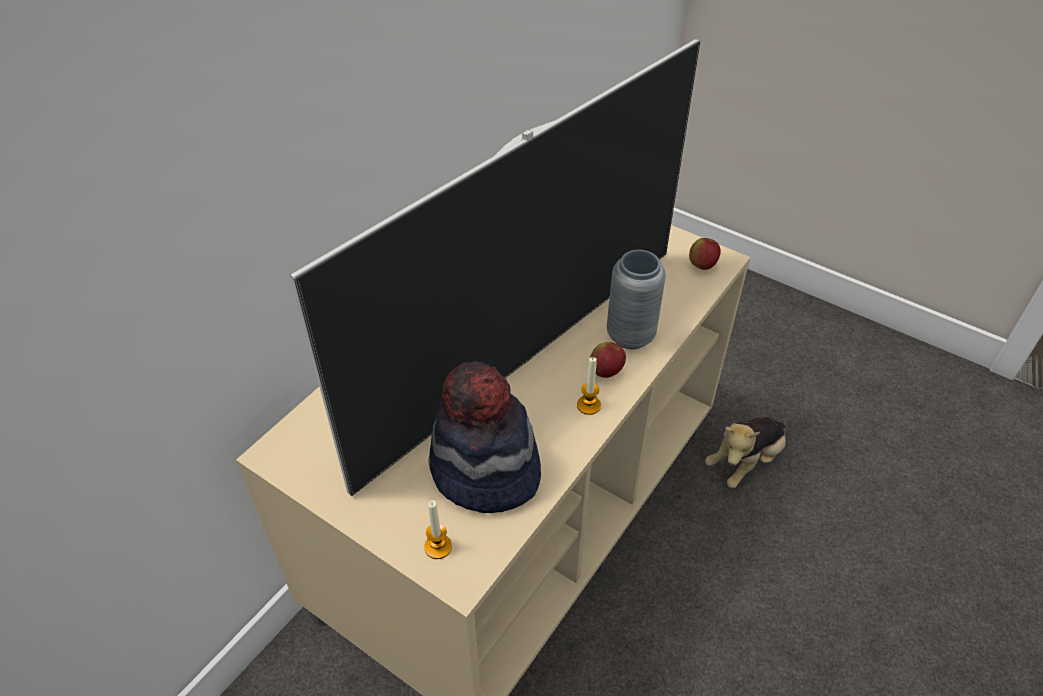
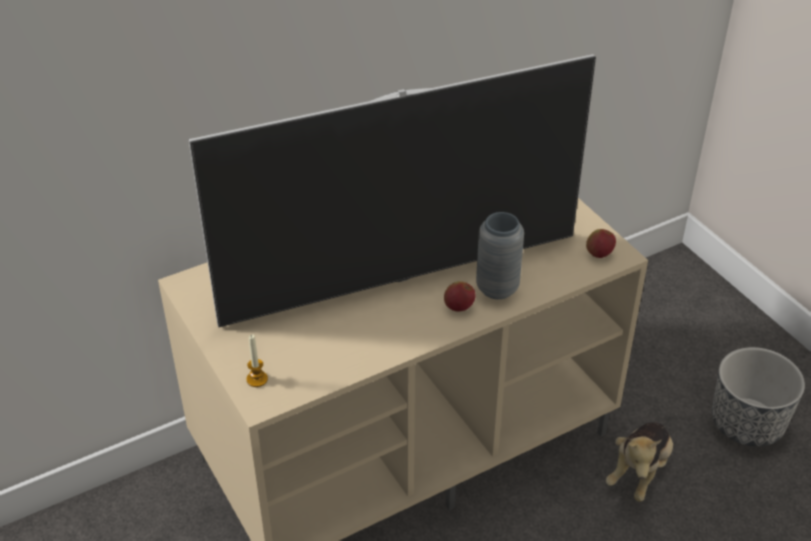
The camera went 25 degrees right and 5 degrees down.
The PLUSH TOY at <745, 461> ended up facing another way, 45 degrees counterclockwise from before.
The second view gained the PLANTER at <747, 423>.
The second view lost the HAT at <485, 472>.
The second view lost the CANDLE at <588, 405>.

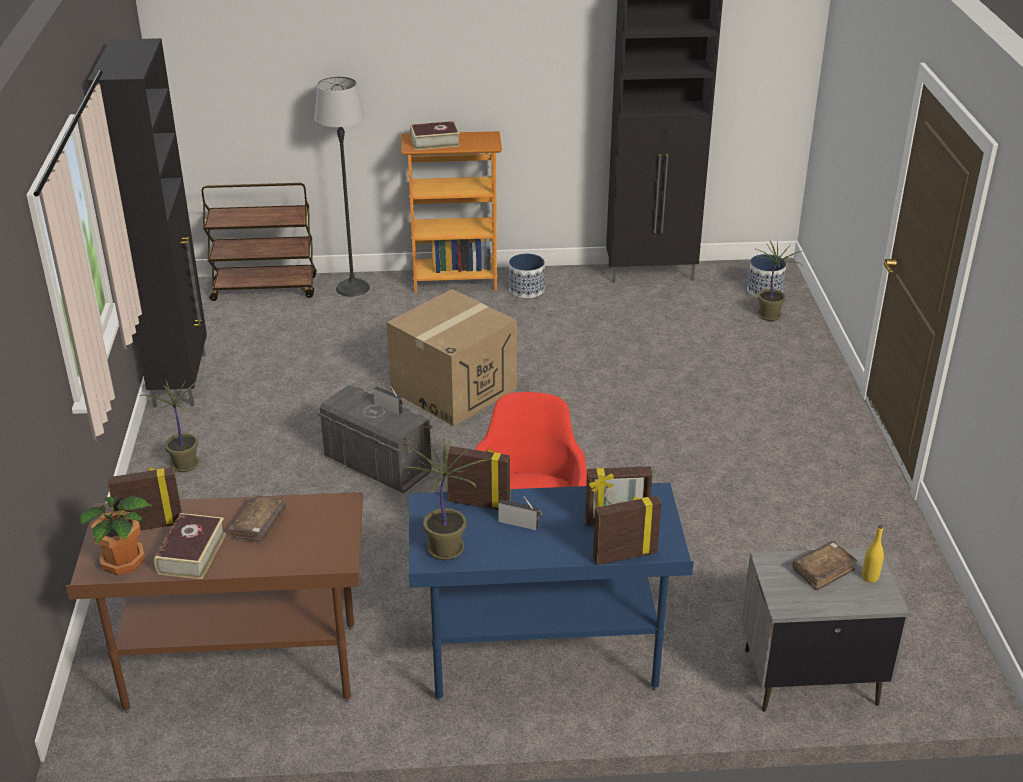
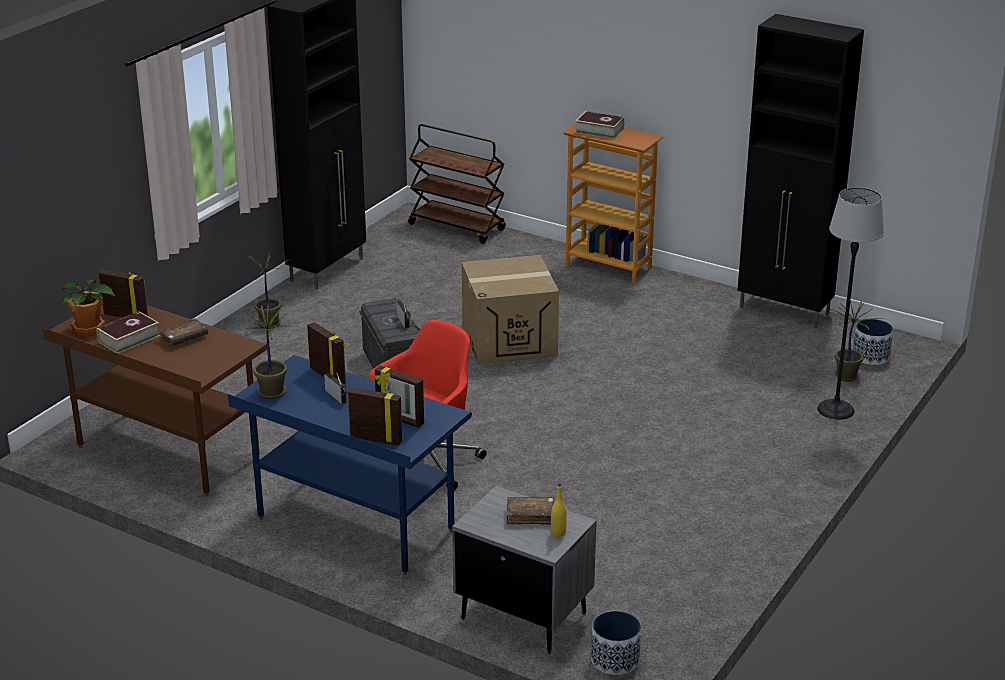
The camera went 35 degrees right and 5 degrees down.
The PLANTER ended up elsewhere, having gone from <526, 290> to <615, 660>.
The FLOOR LAMP ended up elsewhere, having gone from <353, 288> to <836, 410>.

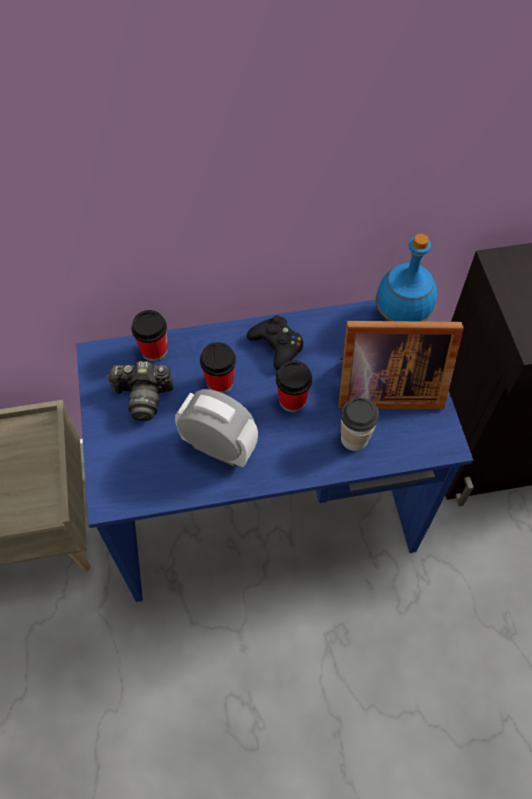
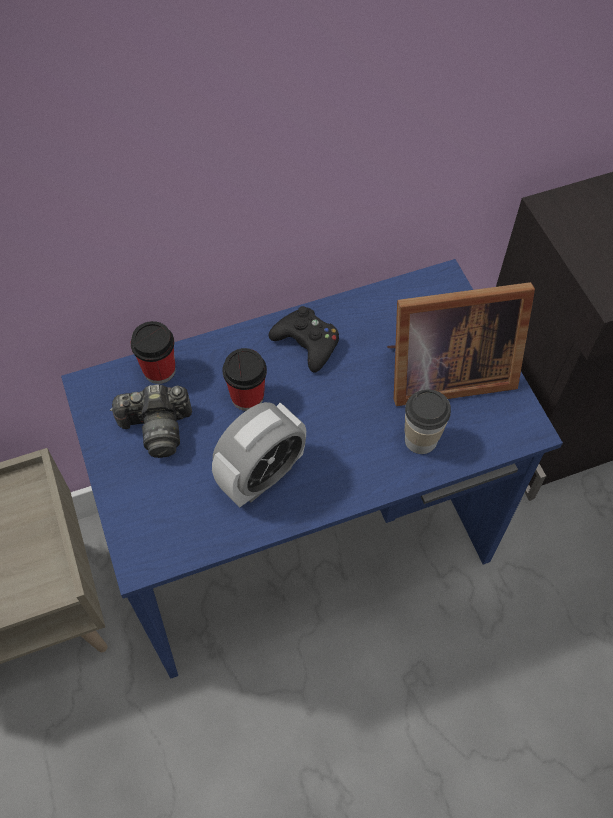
The camera went 10 degrees left and 0 degrees up.
The ALARM CLOCK at <218, 448> ended up facing another way, 120 degrees clockwise from before.
The second view lost the CUP at <292, 400>.
The second view lost the BLUE BOTTLE at <401, 318>.

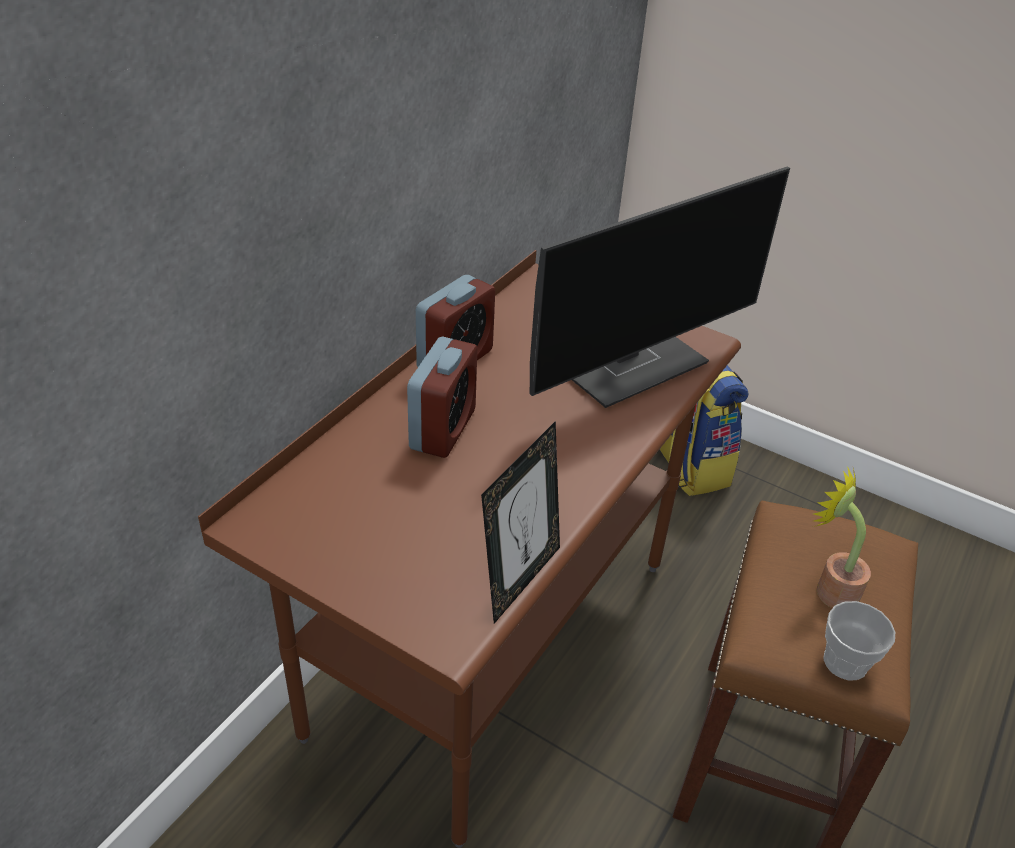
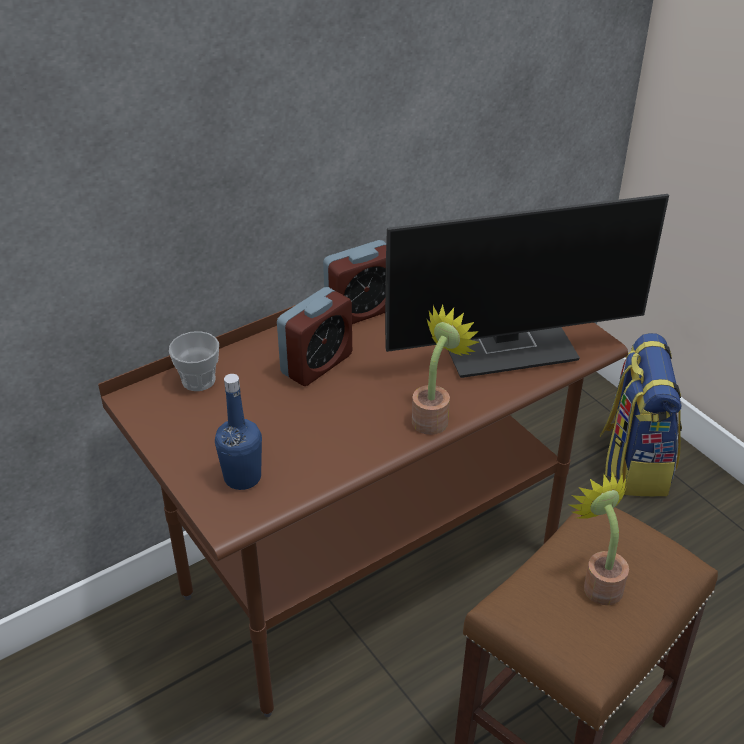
The camera went 25 degrees right and 0 degrees up.
The CUP ended up elsewhere, having gone from <845, 662> to <198, 380>.
The second view gained the BLUE BOTTLE at <242, 477>.
The second view gained the POTTED PLANT at <434, 417>.
The second view lost the PICTURE FRAME at <519, 579>.

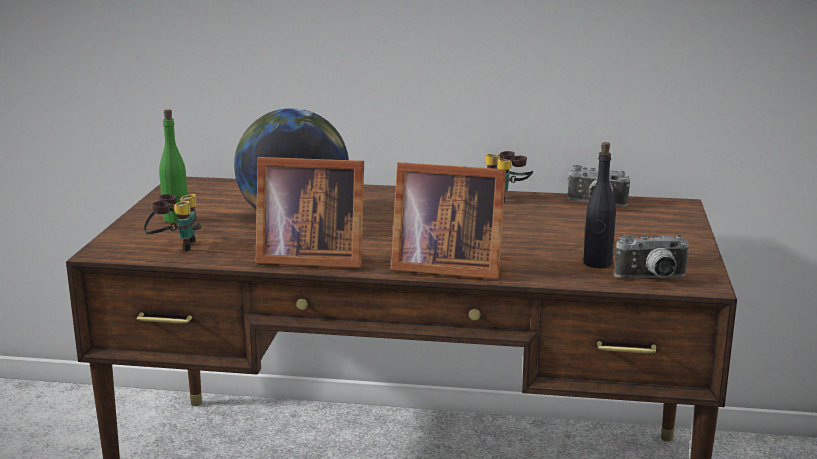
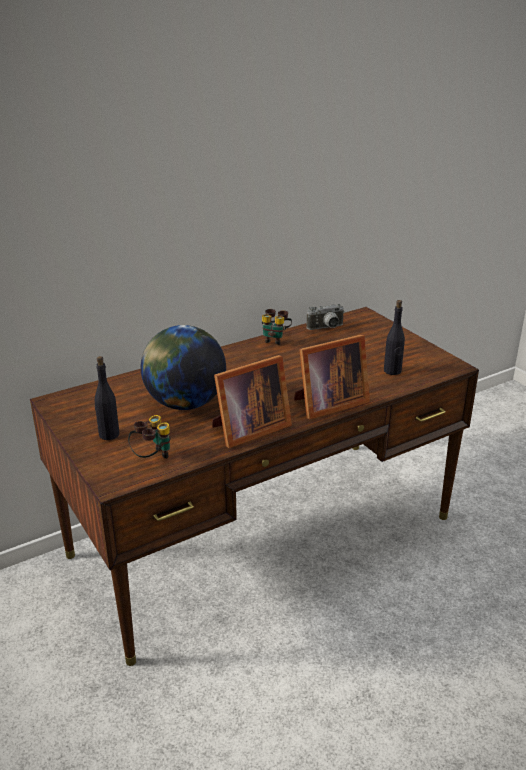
The camera went 40 degrees left and 10 degrees up.
What was the GREEN BOTTLE at <176, 218> turned into the BLACK BOTTLE at <109, 434>.
The second view lost the PHOTO CAMERA at <652, 279>.

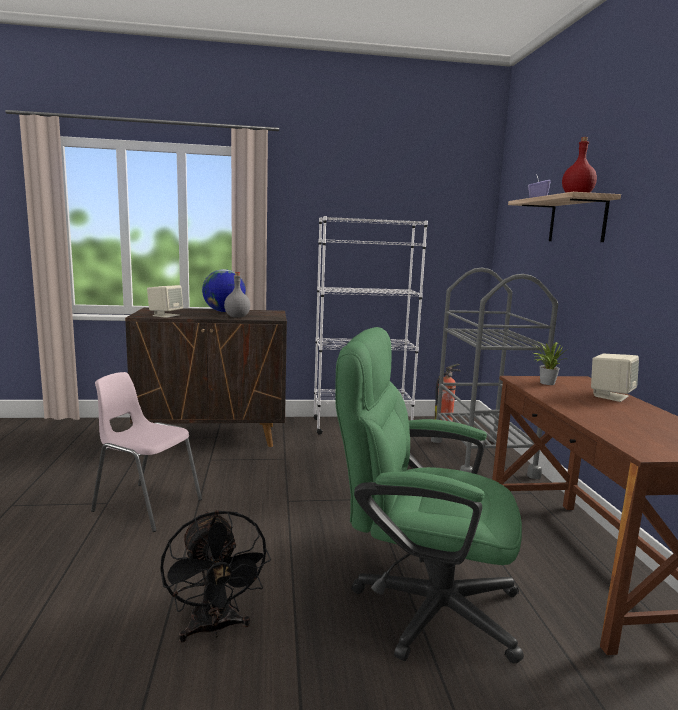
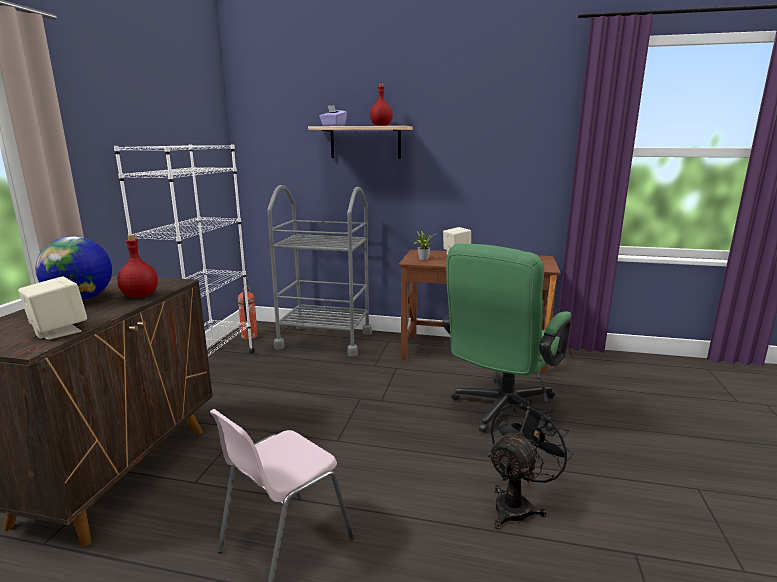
The camera went 70 degrees left and 5 degrees up.
What was the GREY BOTTLE at <237, 317> turned into the RED BOTTLE at <141, 296>.
The BLACK FAN at <214, 628> ended up facing another way, 45 degrees counterclockwise from before.

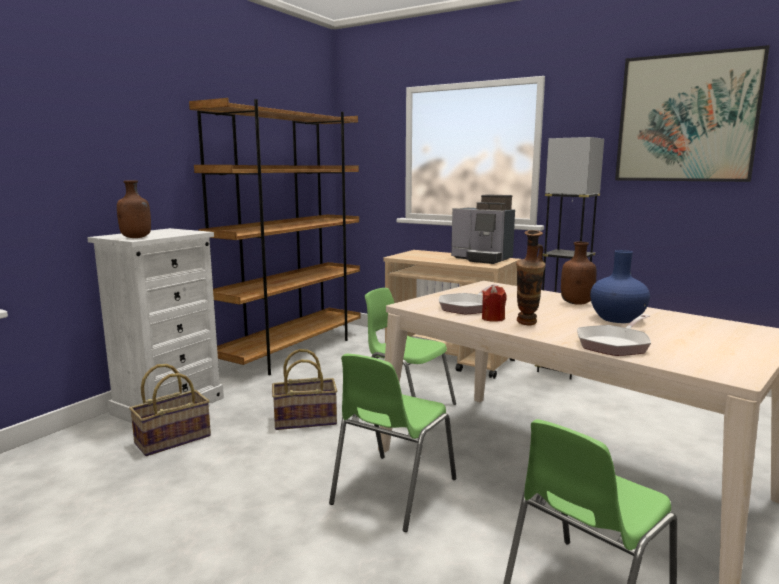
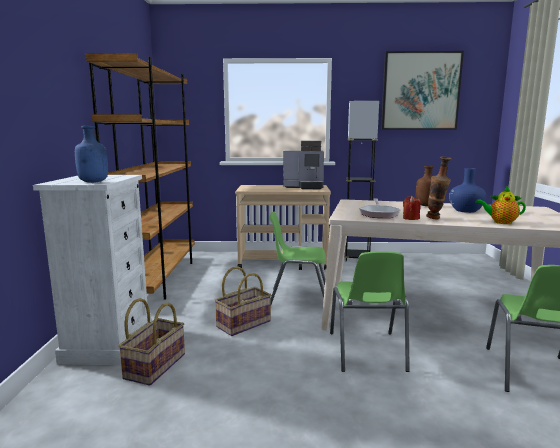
The camera went 30 degrees left and 0 degrees up.
What was the BROWN BOTTLE at <136, 238> turned into the BLUE BOTTLE at <94, 182>.
Where the FRYING PAN stood at <615, 344>, the TEAPOT came to stand at <500, 222>.

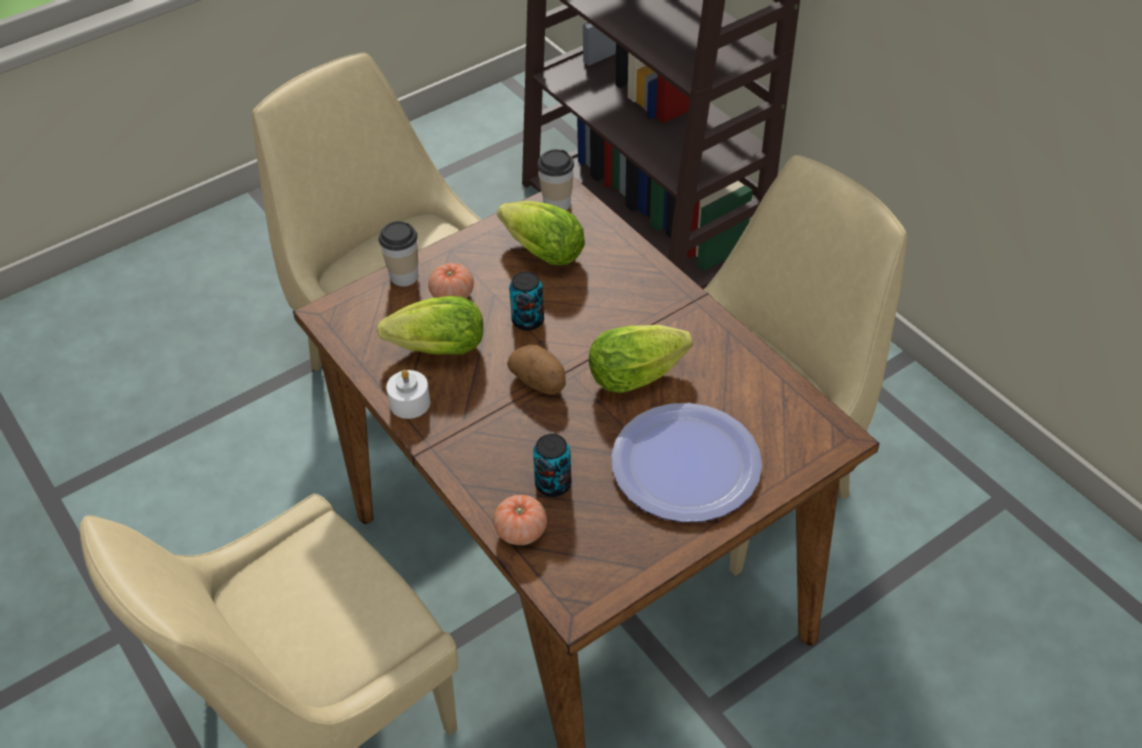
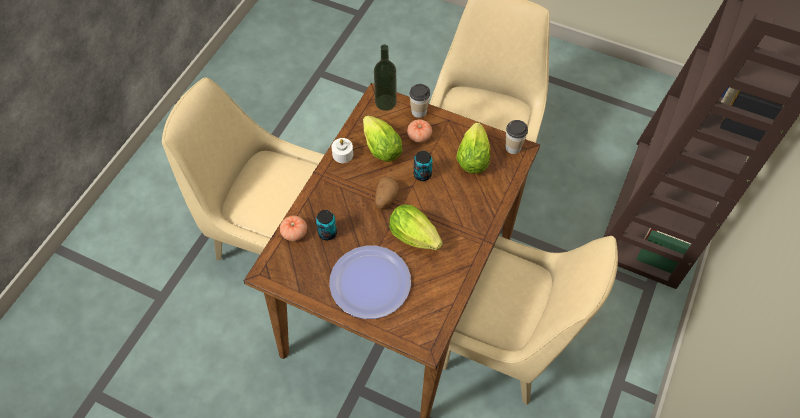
The camera went 60 degrees right and 10 degrees up.
The second view gained the BOTTLE at <385, 102>.

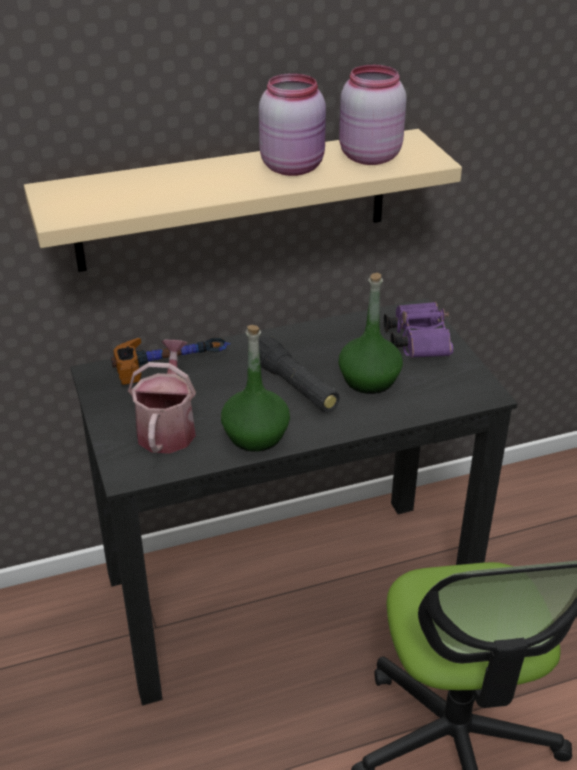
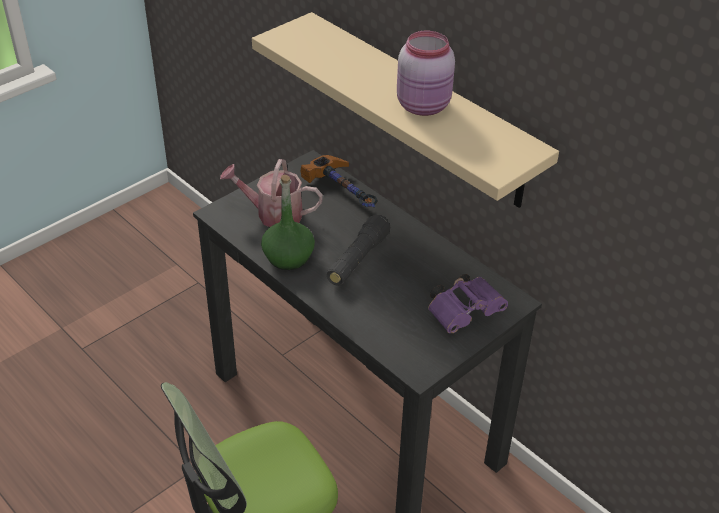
The camera went 65 degrees right and 5 degrees up.
The WATERING CAN at <167, 427> ended up facing another way, 150 degrees counterclockwise from before.
The second view lost the GREEN BOTTLE at <369, 380>.
The second view lost the PINK JAR at <368, 156>.

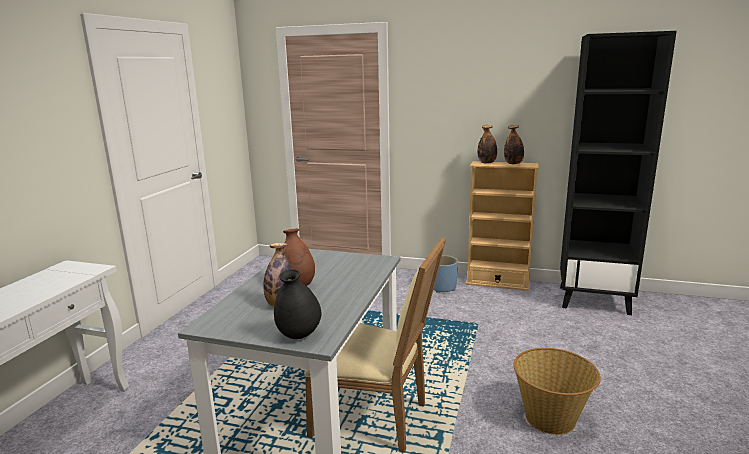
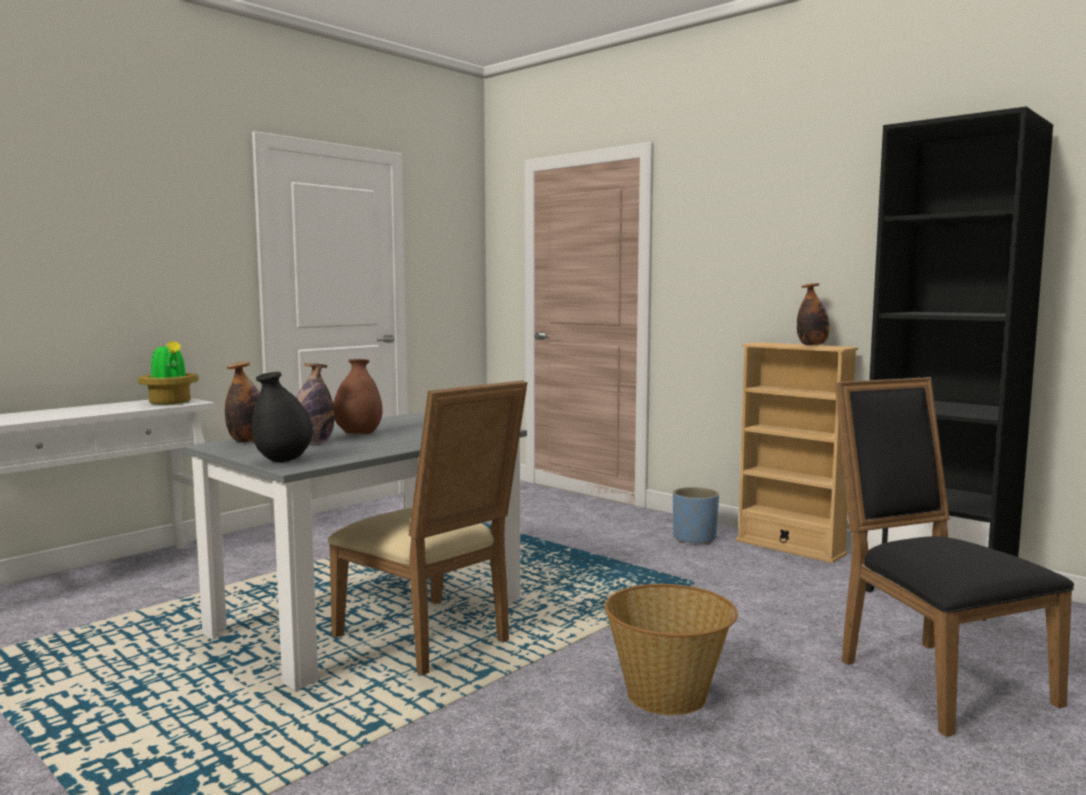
The camera went 25 degrees right and 10 degrees down.
The second view gained the POTTED PLANT at <170, 403>.
The BOTTLE ended up elsewhere, having gone from <487, 163> to <248, 441>.
The second view gained the BLACK CHAIR at <933, 678>.

